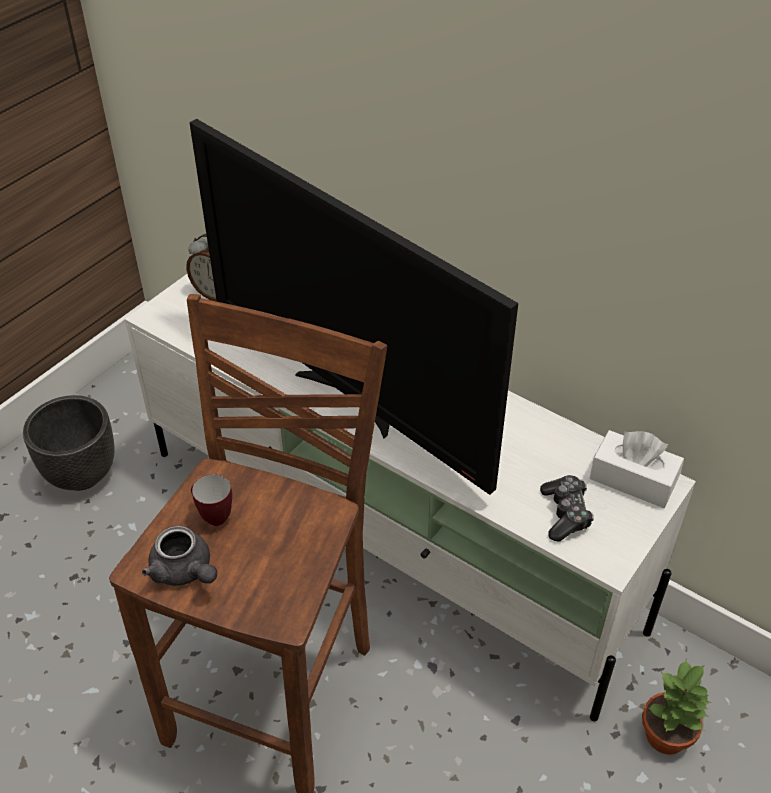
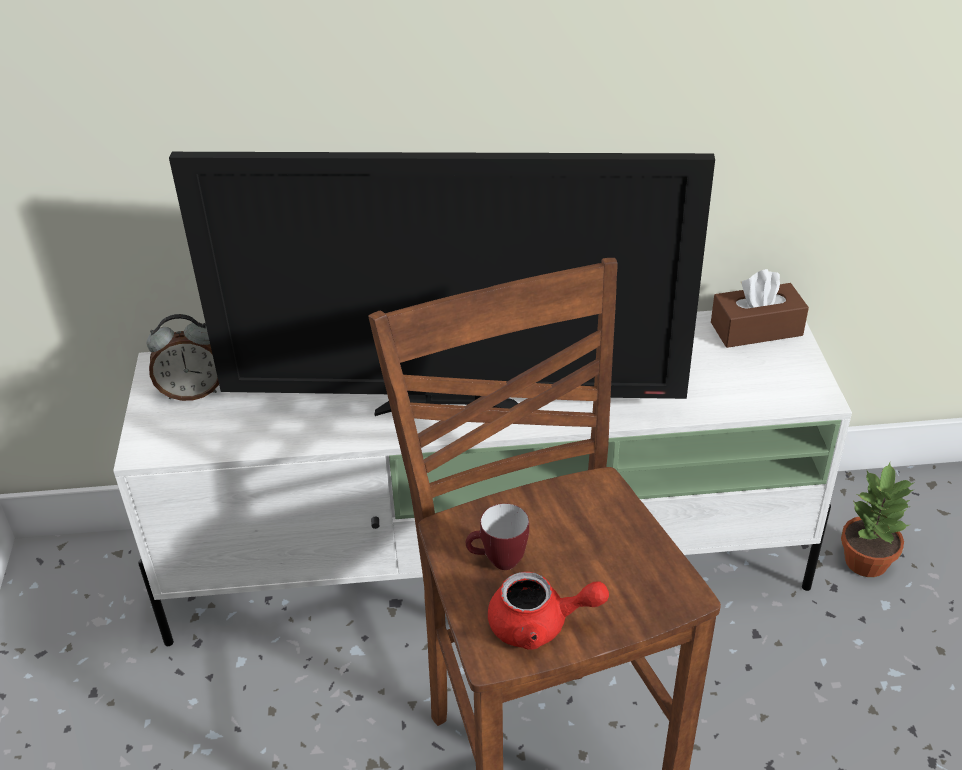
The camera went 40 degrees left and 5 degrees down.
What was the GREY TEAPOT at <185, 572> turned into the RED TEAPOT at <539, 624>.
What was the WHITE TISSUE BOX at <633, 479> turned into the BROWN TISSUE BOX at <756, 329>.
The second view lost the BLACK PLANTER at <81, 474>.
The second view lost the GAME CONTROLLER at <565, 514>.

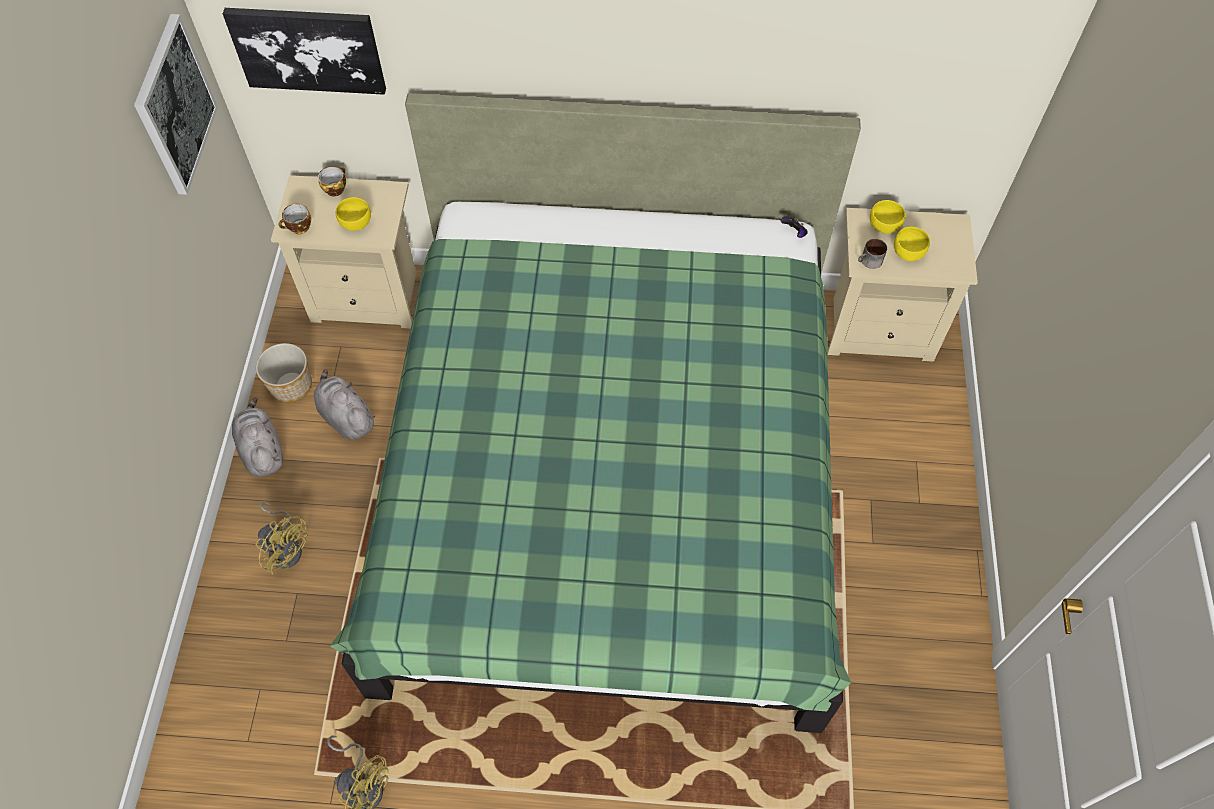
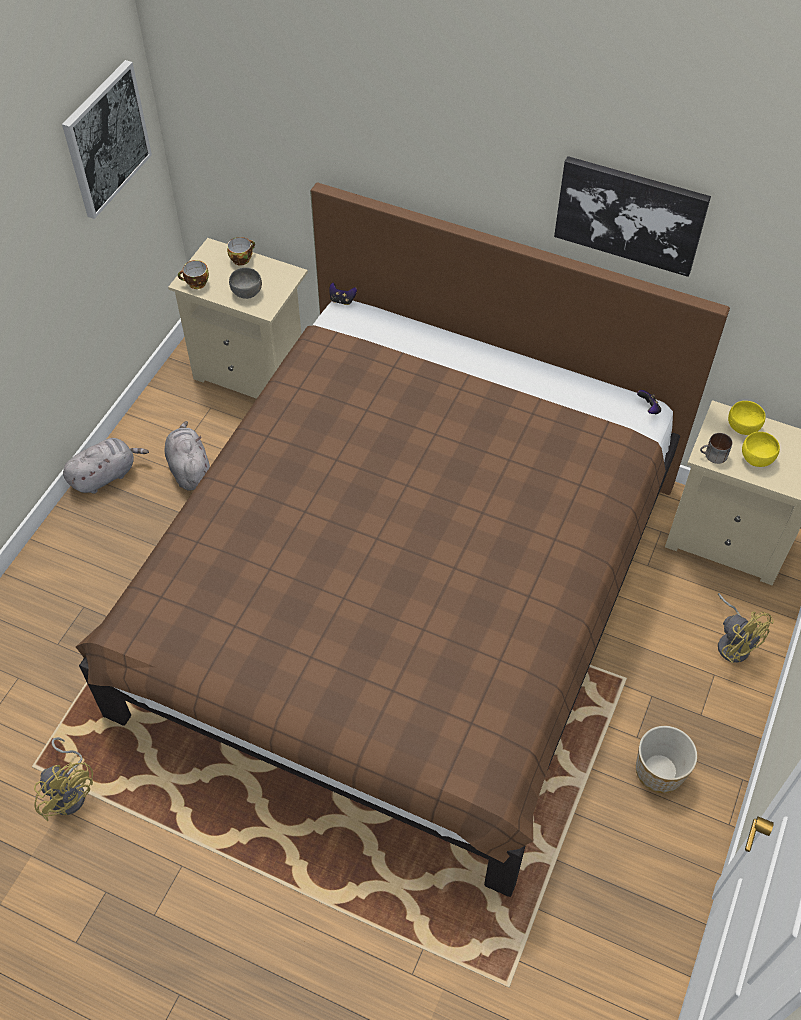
The camera went 20 degrees right and 5 degrees down.
The GREY PLUSH TOY at <261, 450> ended up facing another way, 60 degrees clockwise from before.
What was the GREEN BED at <609, 478> turned into the BROWN BED at <403, 596>.
What was the YELLOW BOWL at <356, 222> turned into the GREY BOWL at <247, 292>.
The second view gained the GAME CONTROLLER at <342, 300>.
The PICTURE ended up elsewhere, having gone from <308, 49> to <630, 214>.
The PLANTER ended up elsewhere, having gone from <291, 385> to <659, 770>.
The YELLOW FAN ended up elsewhere, having gone from <286, 547> to <733, 642>.

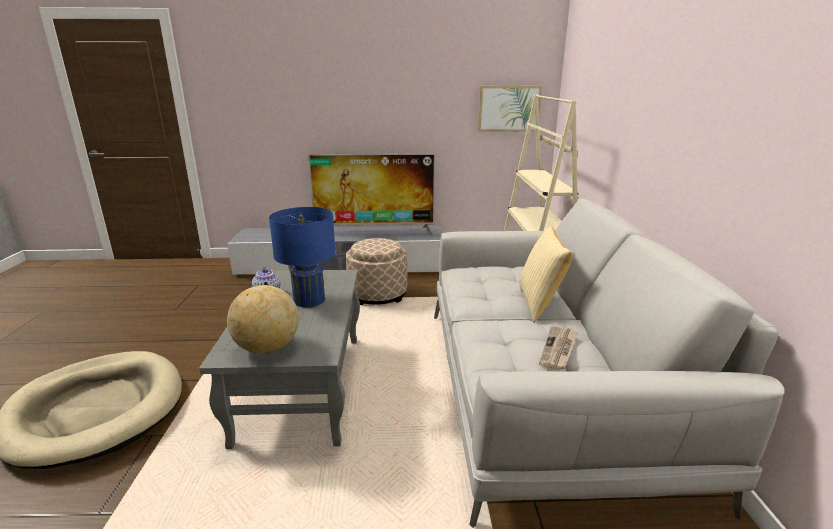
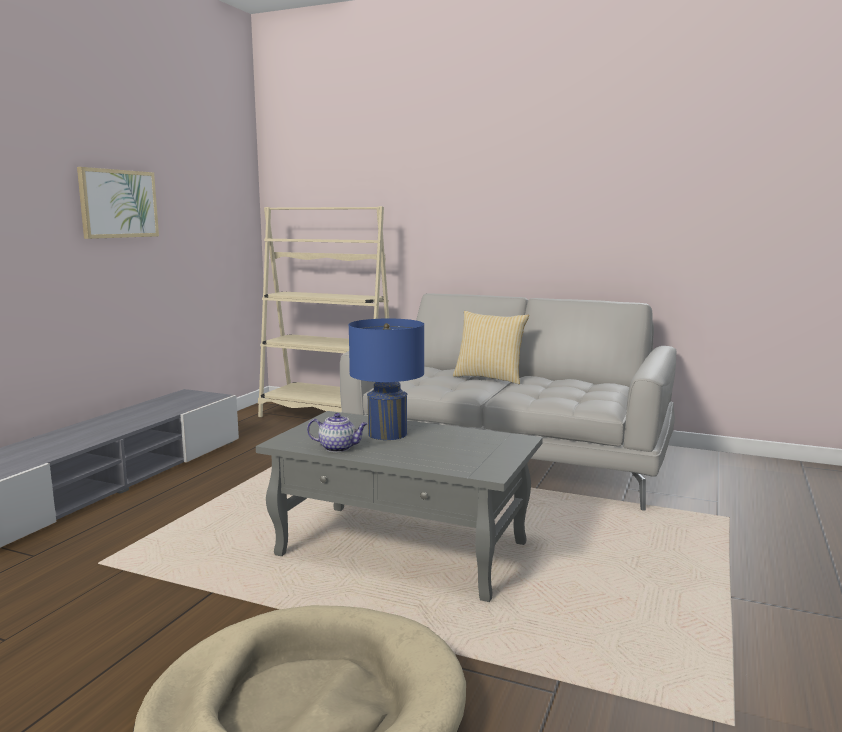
The camera went 65 degrees left and 10 degrees down.
The PICTURE ended up elsewhere, having gone from <509, 108> to <118, 204>.
The second view lost the GLOBE at <267, 348>.
The second view lost the TELEVISION at <375, 231>.
The second view lost the BEIGE OTTOMAN at <377, 295>.
The second view lost the NEWSPAPER at <559, 349>.

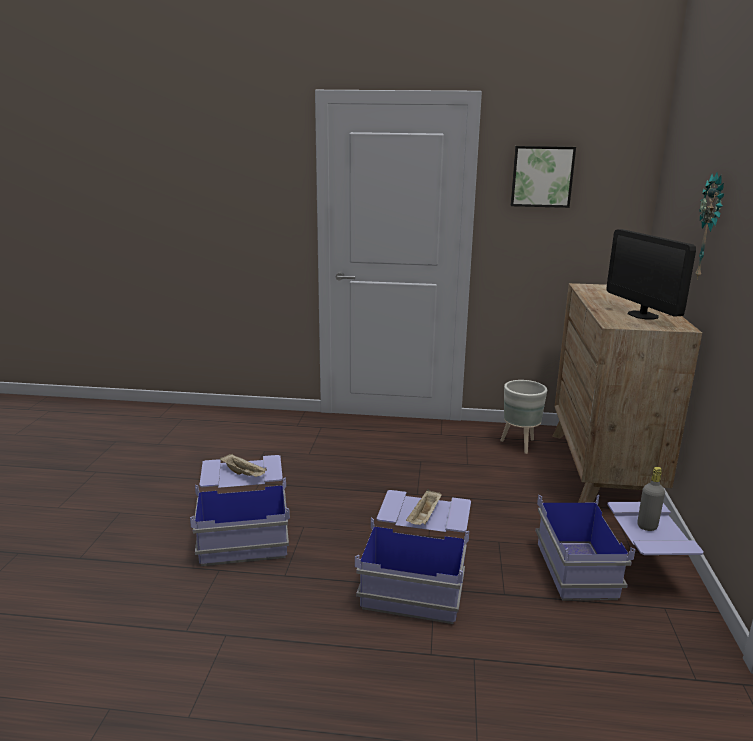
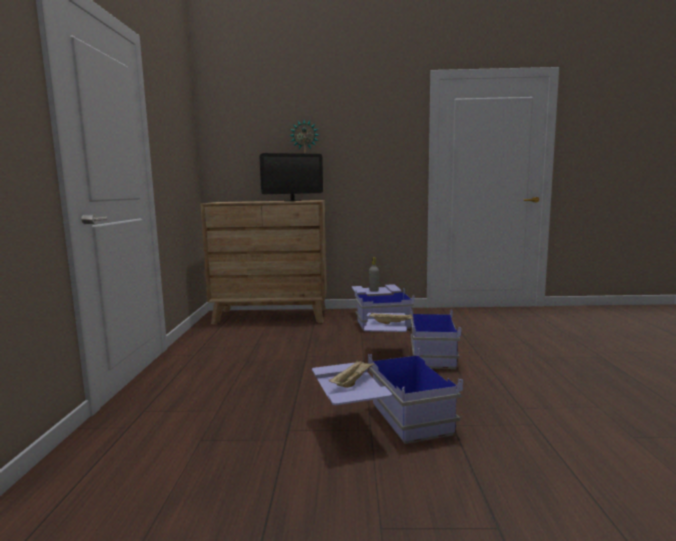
The camera went 95 degrees left and 10 degrees down.
The second view lost the GREY PLANTER at <520, 445>.
The second view lost the PICTURE at <542, 176>.

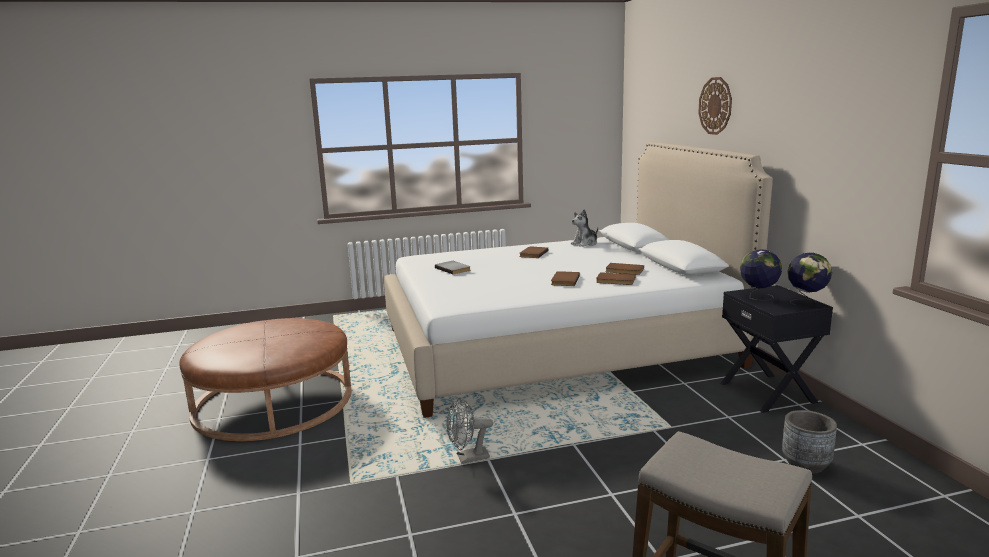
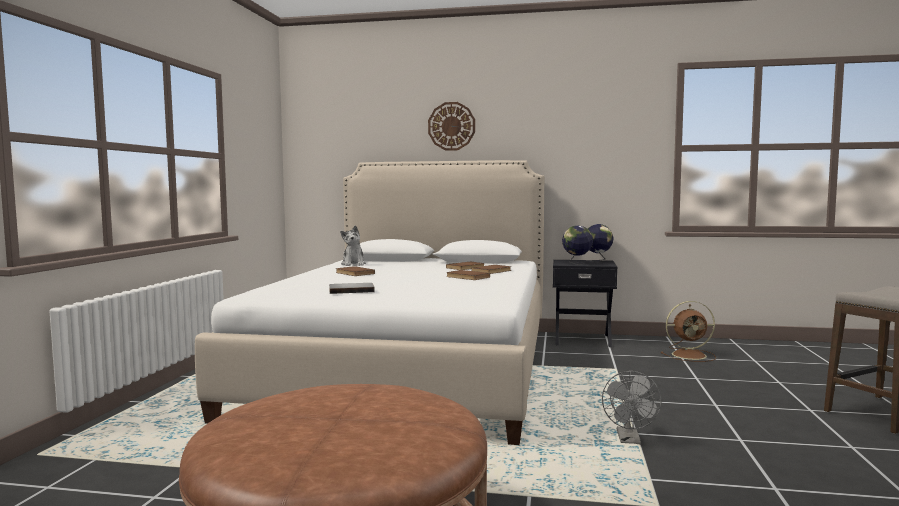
The camera went 65 degrees left and 10 degrees down.
Where the GREY PLANTER stood at <806, 464>, the BROWN FAN came to stand at <690, 355>.

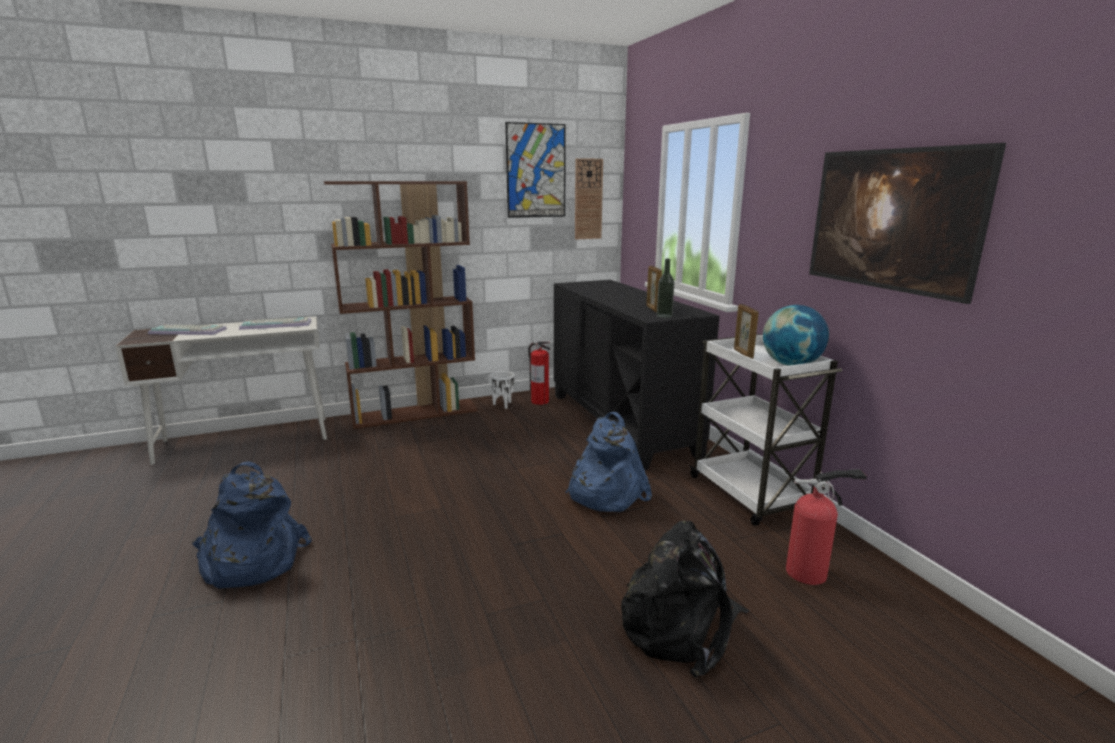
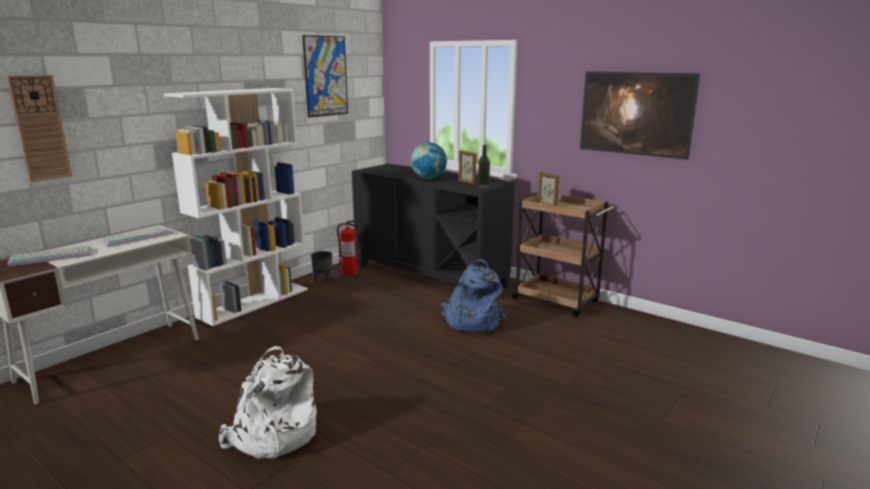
The camera went 30 degrees left and 0 degrees up.
The WALL CLOCK ended up elsewhere, having gone from <588, 199> to <40, 128>.
What was the BROWN BOOKCASE at <415, 413> turned into the WHITE BOOKCASE at <254, 302>.
What was the BLUE BACKPACK at <250, 561> turned into the WHITE BACKPACK at <272, 435>.
What was the WHITE PLANTER at <503, 405> turned into the BLACK PLANTER at <323, 281>.
The GLOBE ended up elsewhere, having gone from <791, 365> to <428, 178>.
What was the WHITE CART at <750, 495> turned into the BROWN CART at <557, 301>.
The second view lost the BLACK BACKPACK at <681, 627>.
The second view lost the FIRE EXTINGUISHER at <811, 573>.

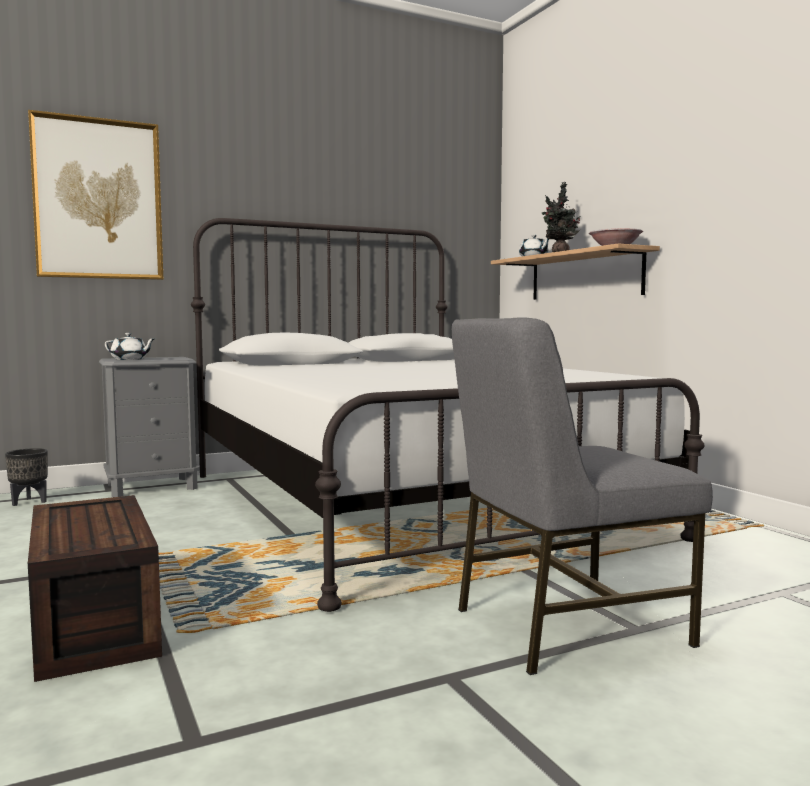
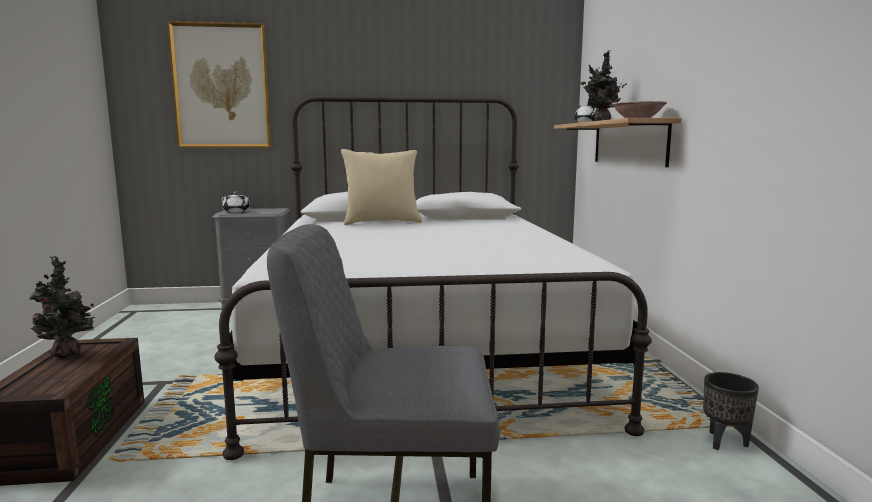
The camera went 20 degrees right and 5 degrees up.
The second view gained the POTTED PLANT at <68, 355>.
The second view gained the BEIGE PILLOW at <382, 222>.
The BLACK PLANTER ended up elsewhere, having gone from <29, 502> to <725, 442>.

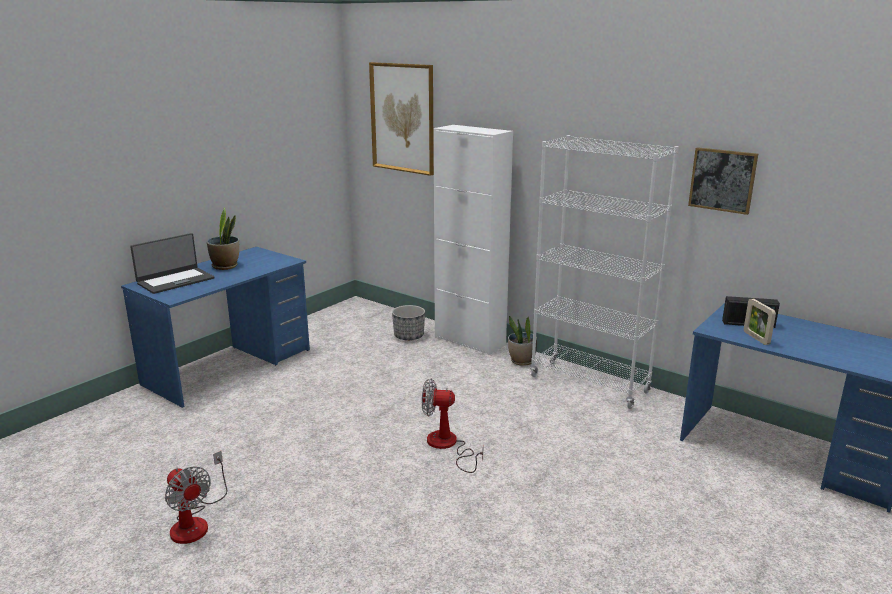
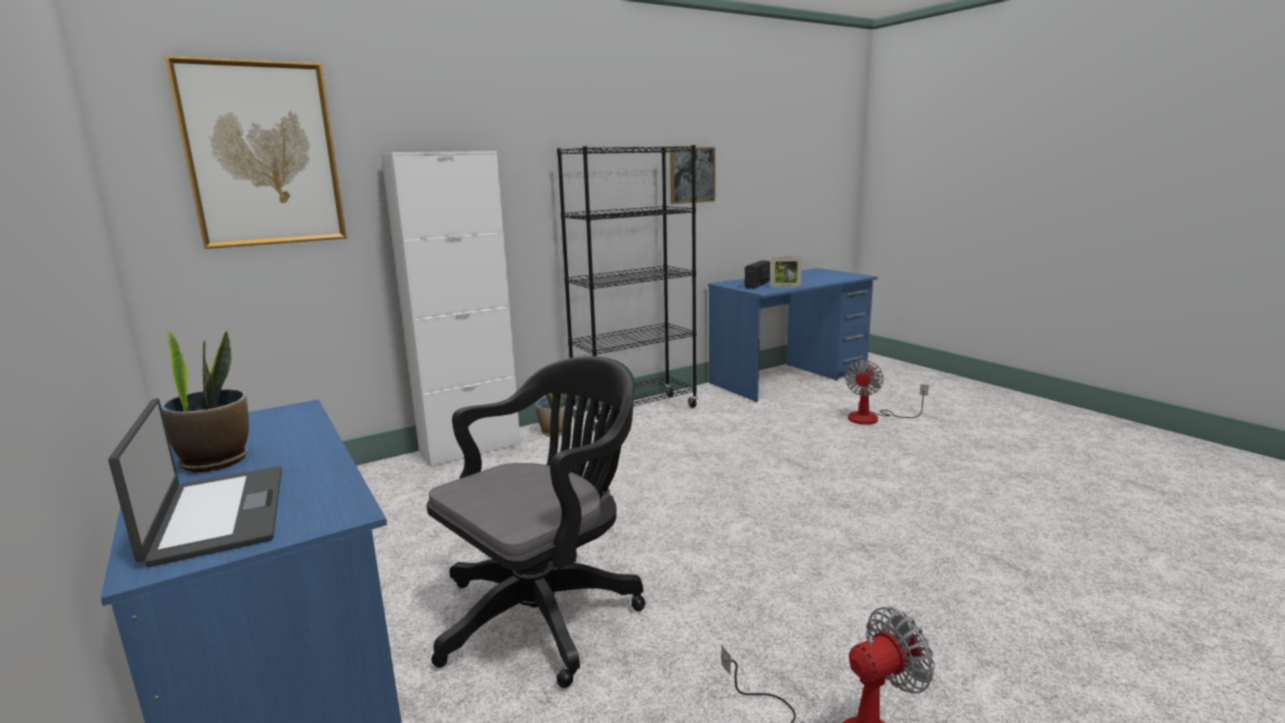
The camera went 70 degrees left and 5 degrees down.
The second view gained the BLACK OFFICE CHAIR at <546, 611>.
What was the WHITE BOOKCASE at <589, 384> turned into the BLACK BOOKCASE at <635, 413>.
The FAN ended up elsewhere, having gone from <447, 446> to <873, 418>.
The second view lost the PLANTER at <409, 336>.

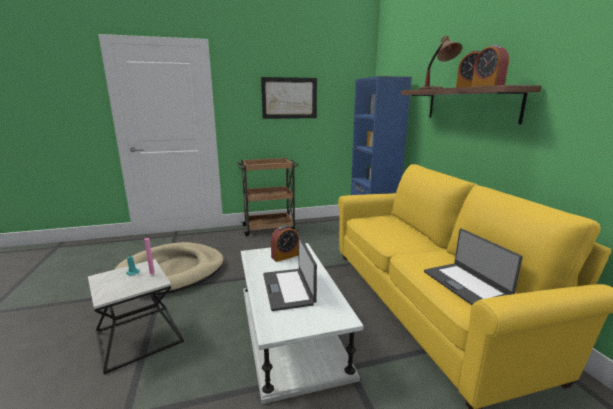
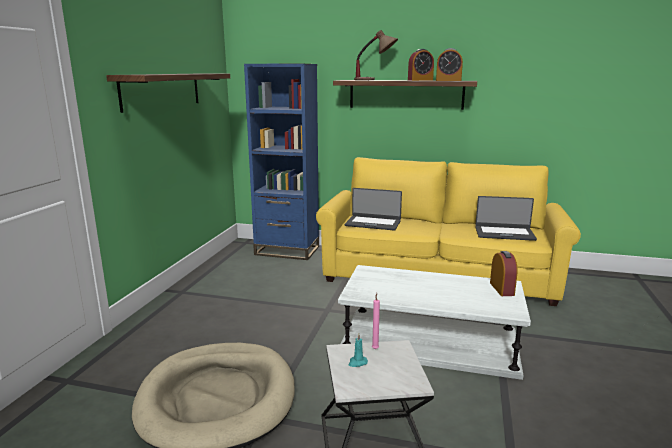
The camera went 60 degrees left and 0 degrees up.
Where the PICTURE hung at <289, 98>, the SHELF came to hang at <162, 90>.
The LAPTOP ended up elsewhere, having gone from <289, 288> to <373, 223>.
The ALARM CLOCK ended up elsewhere, having gone from <285, 256> to <501, 289>.
The second view lost the BROWN CART at <269, 228>.

